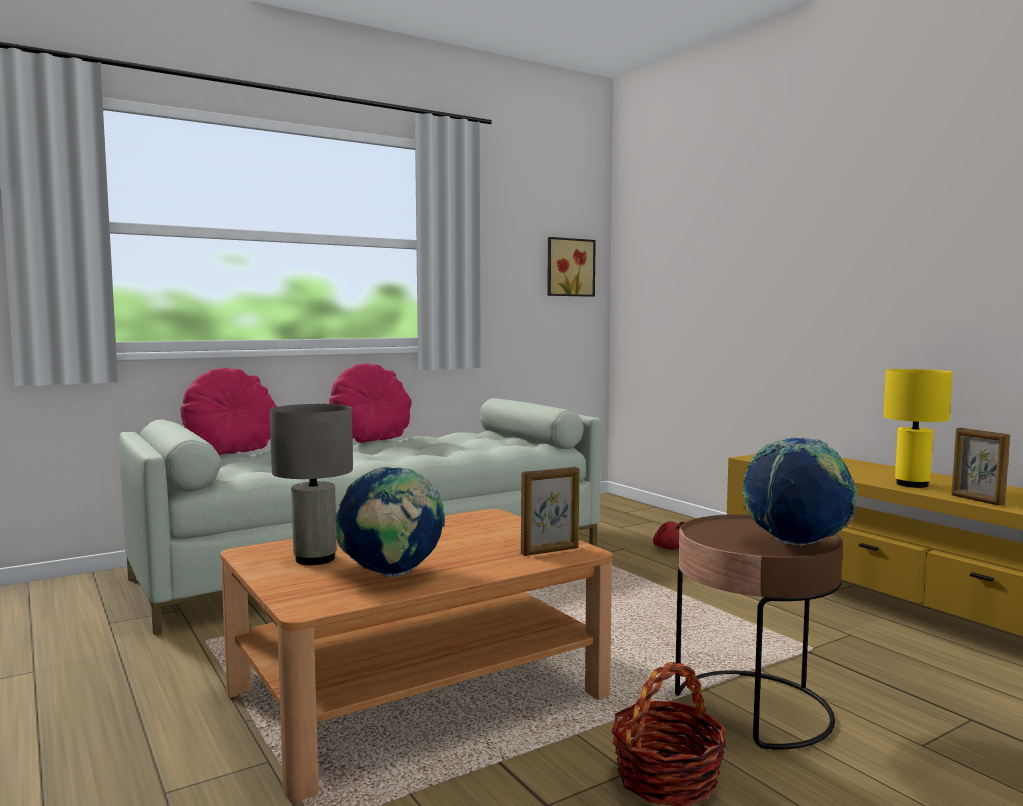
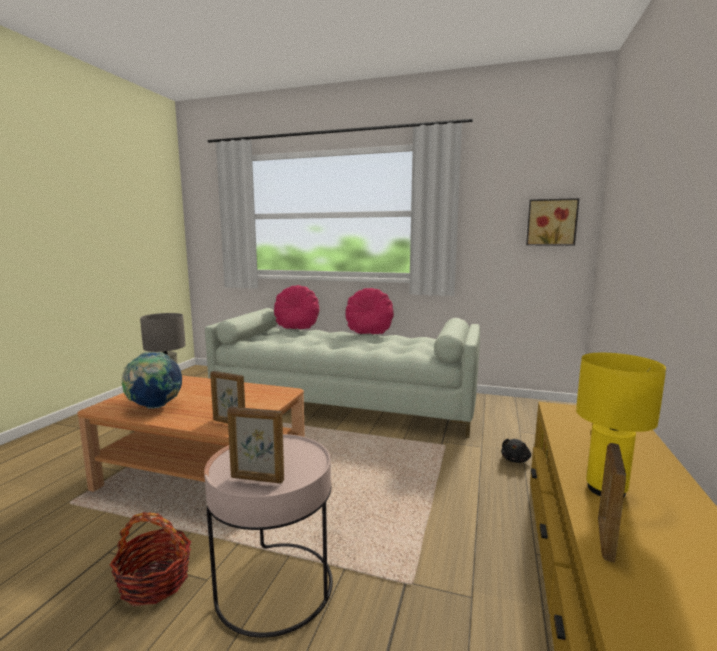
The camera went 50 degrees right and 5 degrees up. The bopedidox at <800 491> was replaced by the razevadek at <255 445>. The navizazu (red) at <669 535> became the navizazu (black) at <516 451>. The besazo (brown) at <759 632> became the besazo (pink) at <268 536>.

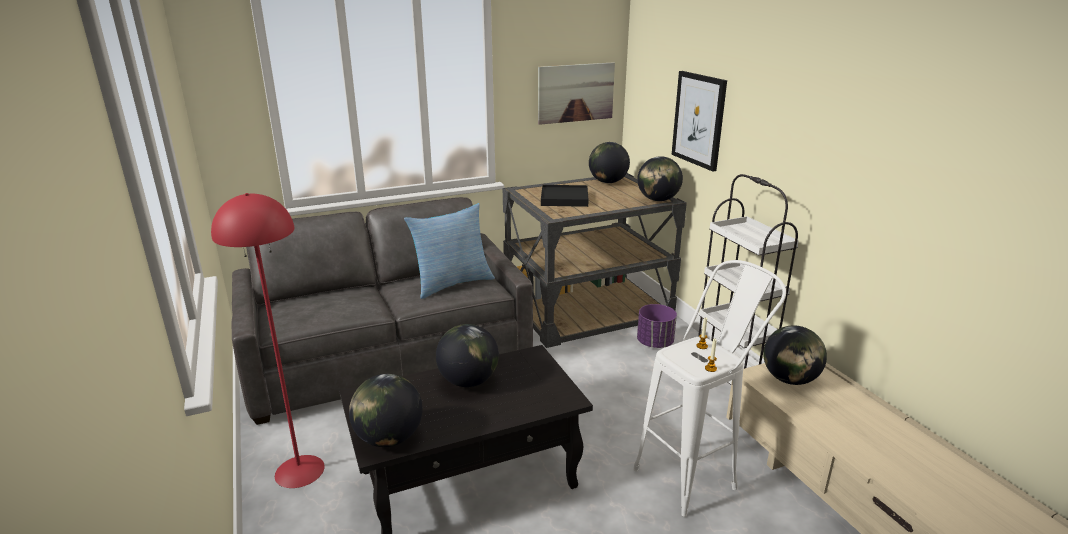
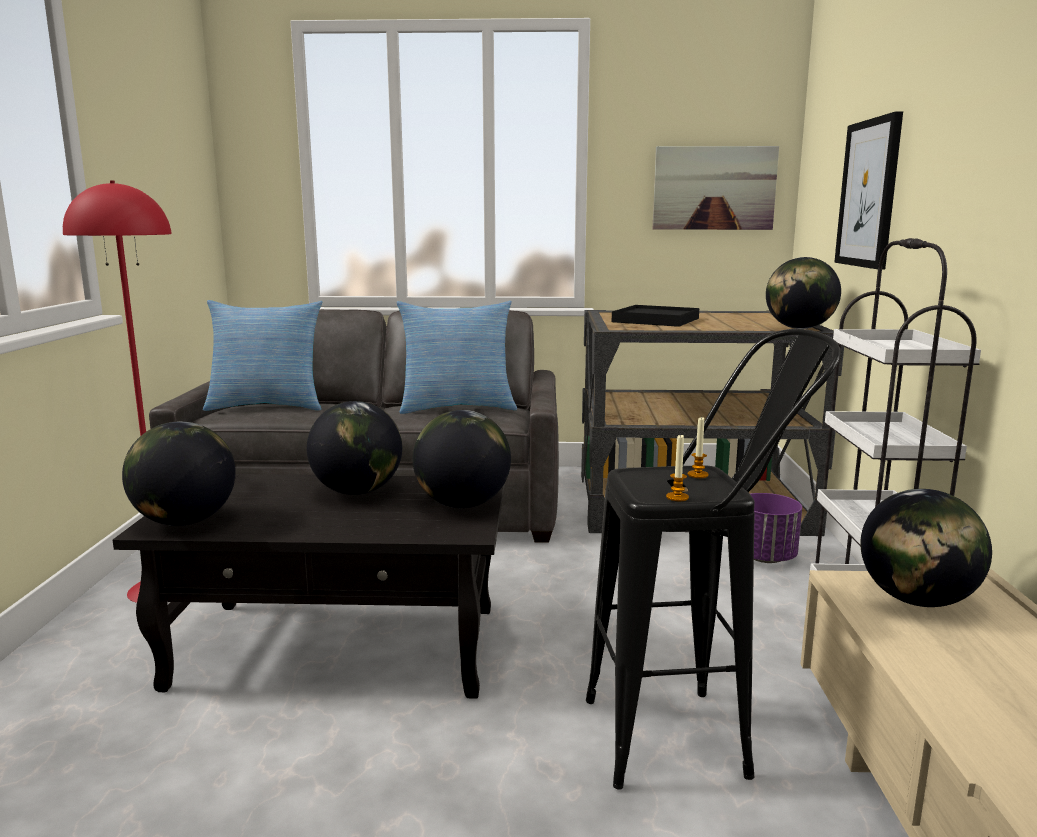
The camera went 25 degrees right and 10 degrees down. The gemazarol at <262 355> appeared. The bopedidox moved from <609 162> to <462 459>. The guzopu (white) at <709 388> became the guzopu (black) at <713 559>.

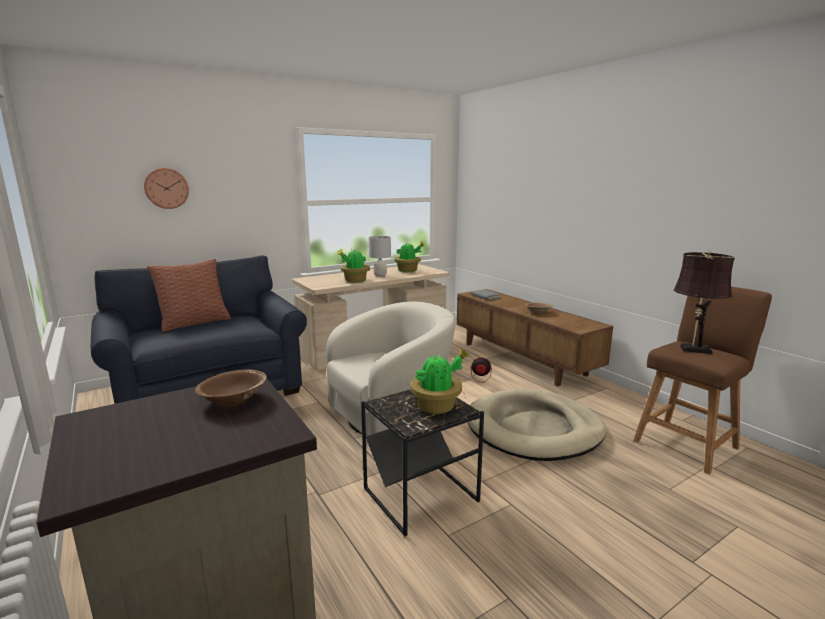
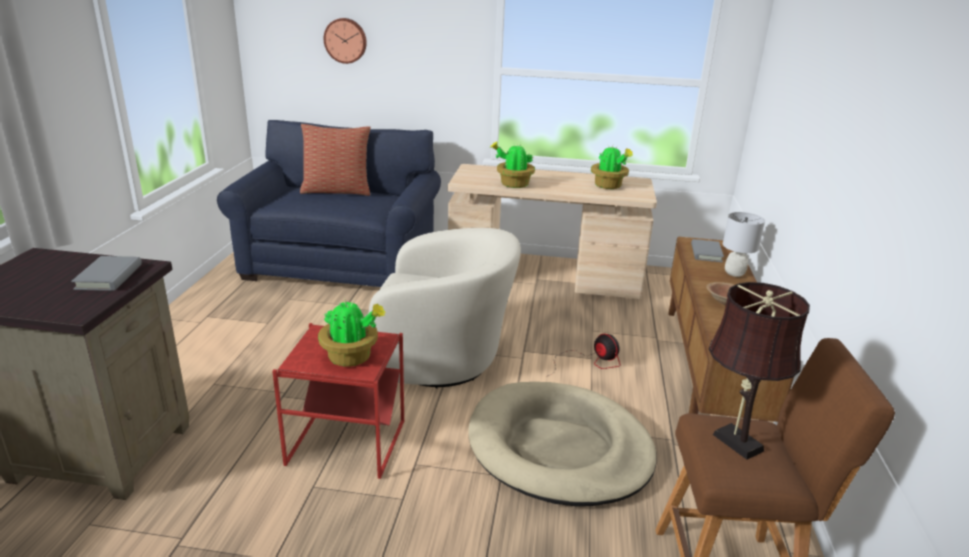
The camera went 40 degrees right and 10 degrees up. The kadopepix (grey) moved from <380 256> to <744 244>. The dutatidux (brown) at <231 387> was replaced by the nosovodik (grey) at <106 273>. The besazo (black) at <422 462> became the besazo (red) at <338 401>.

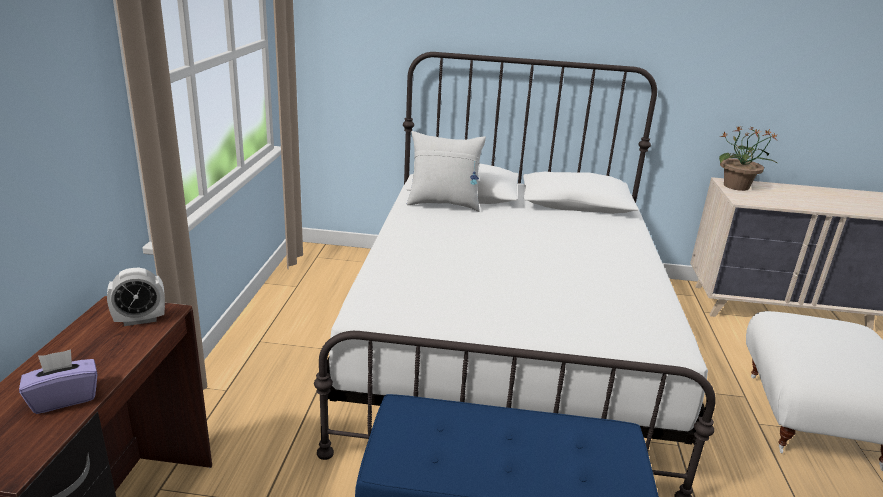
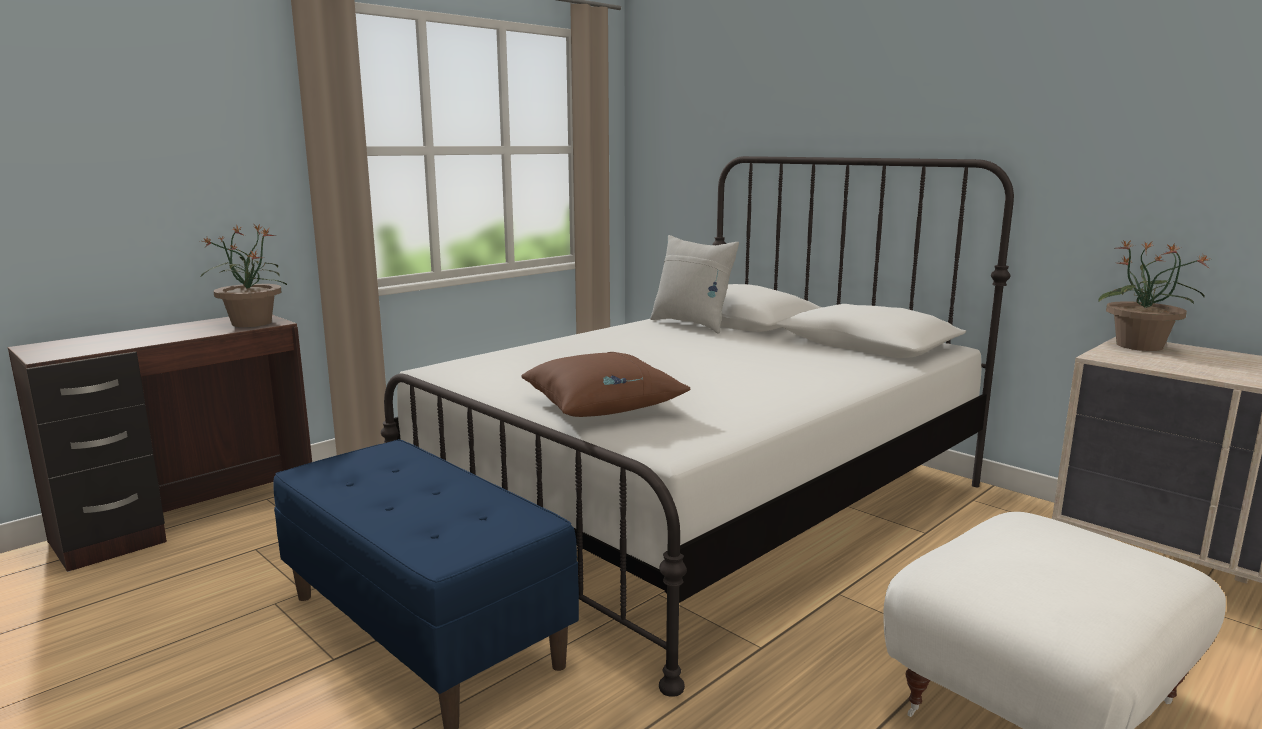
The camera went 40 degrees right and 10 degrees down. The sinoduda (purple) at <58 381> disappeared. The gemazarol (brown) at <605 384> appeared. The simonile at <136 296> was replaced by the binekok at <243 276>.

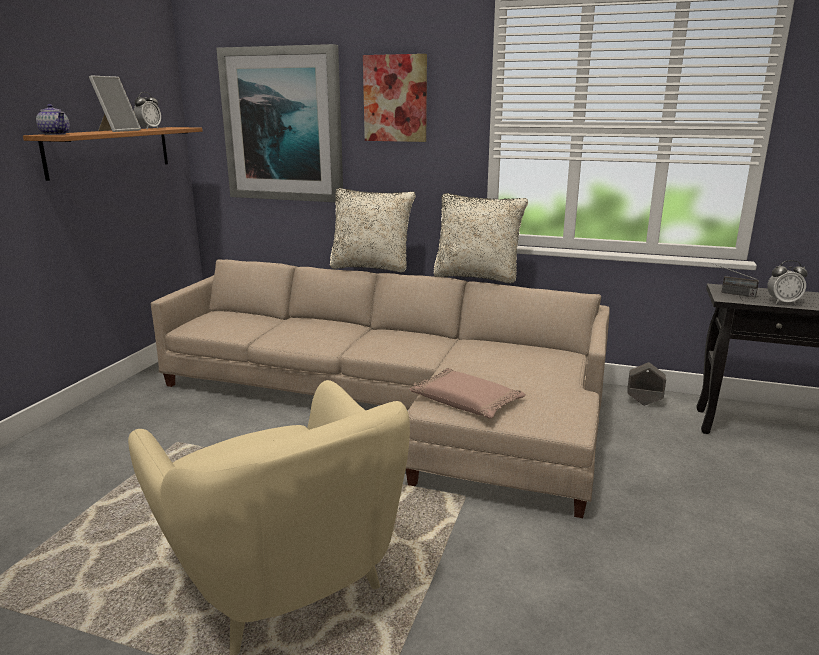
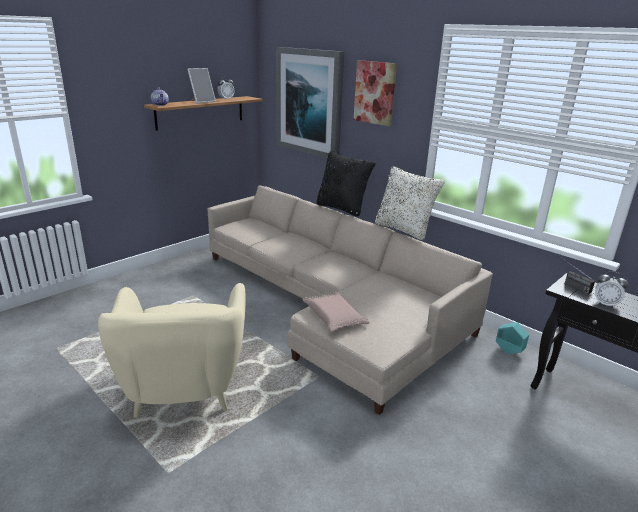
The camera went 25 degrees right and 5 degrees up. The gemazarol (beige) at <373 230> became the gemazarol (black) at <345 184>. The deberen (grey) at <647 384> became the deberen (turquoise) at <512 338>.

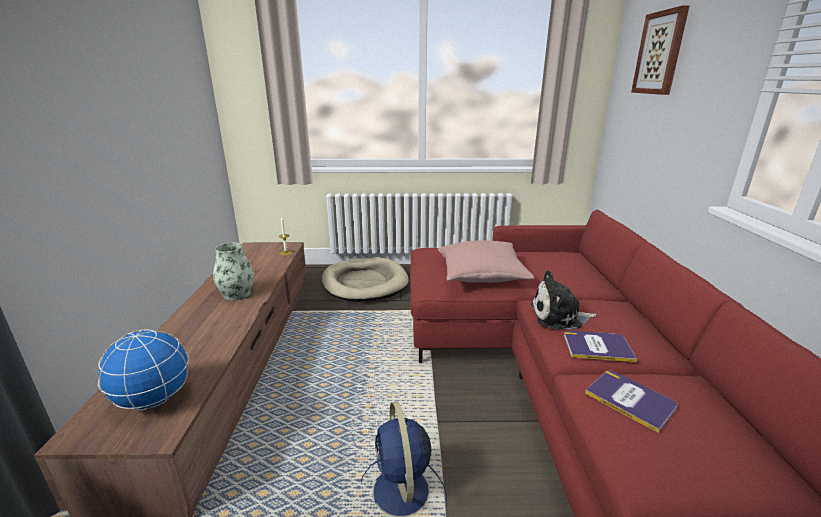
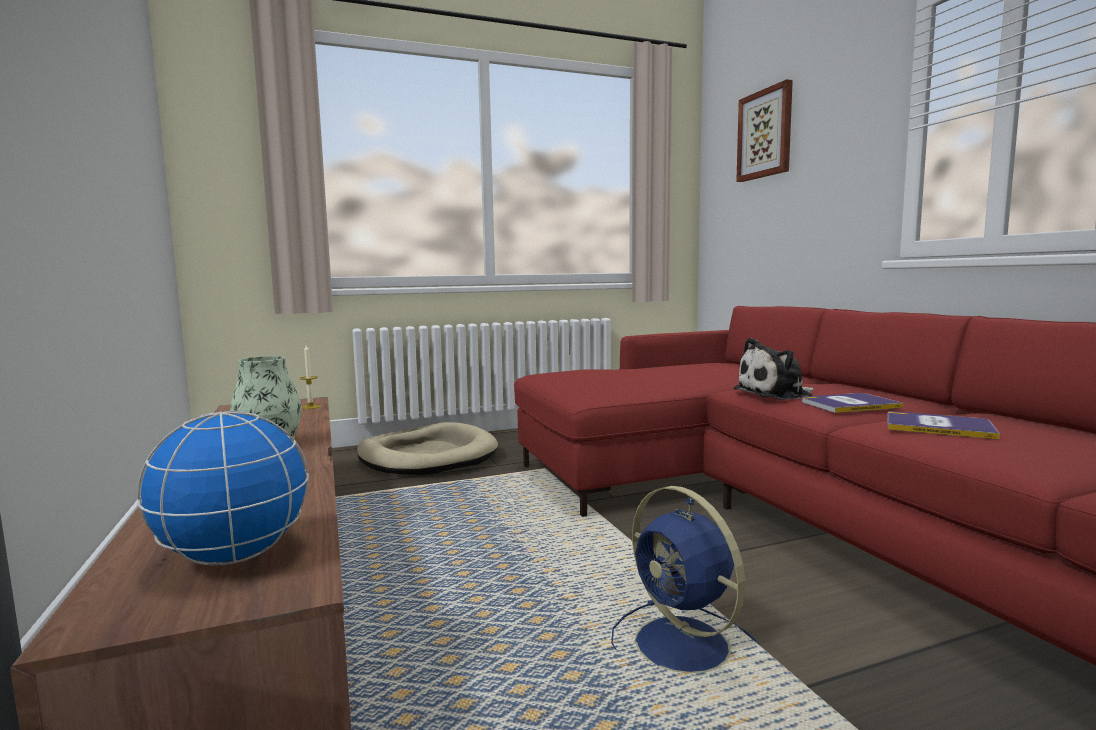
The camera went 20 degrees left and 15 degrees down. The gemazarol (pink) at <486 261> disappeared.

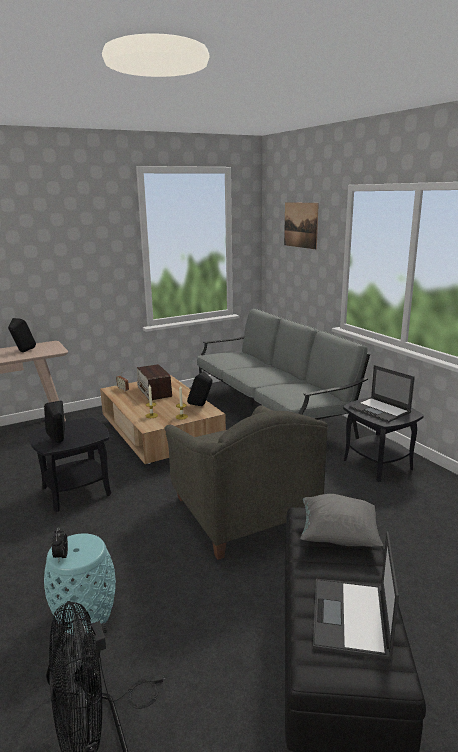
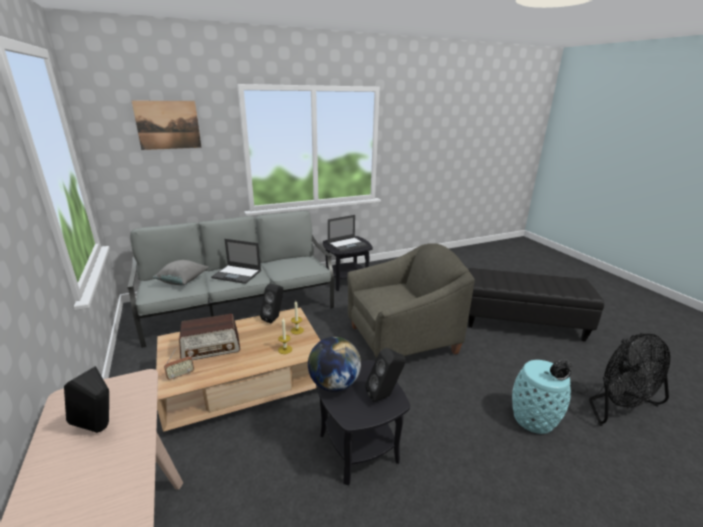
The camera went 85 degrees left and 5 degrees up. The bopedidox at <334 364> appeared. The gemazarol (grey) moved from <341 520> to <181 272>. The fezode moved from <356 596> to <236 261>.

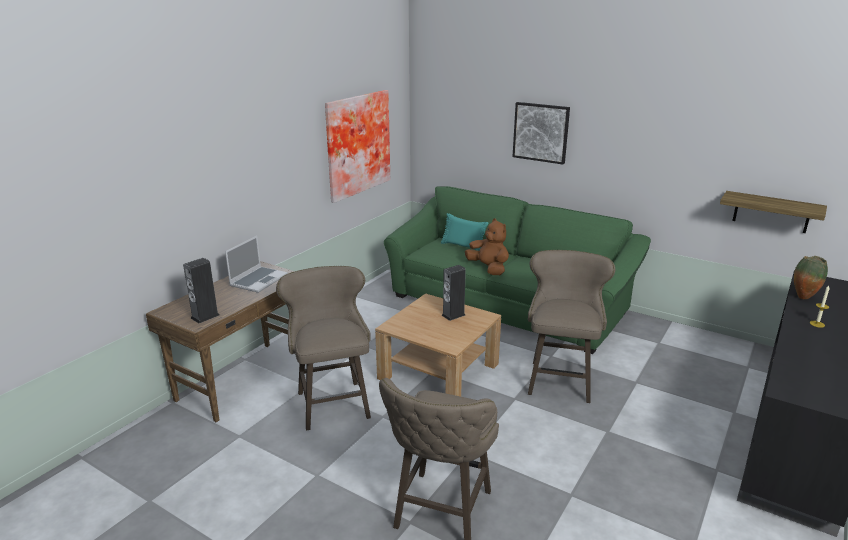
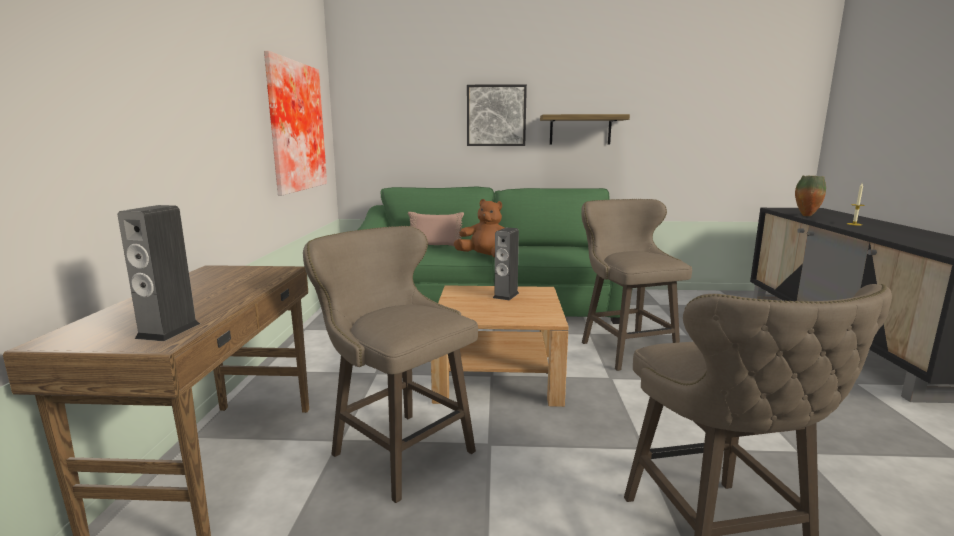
The camera went 30 degrees left and 10 degrees down. The fezode at <256 264> disappeared. The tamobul moved from <773 212> to <585 129>. The gemazarol (turquoise) at <464 232> became the gemazarol (beige) at <436 229>.

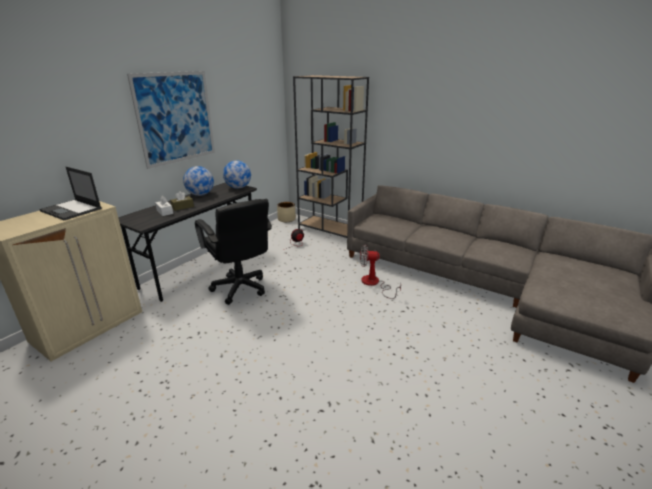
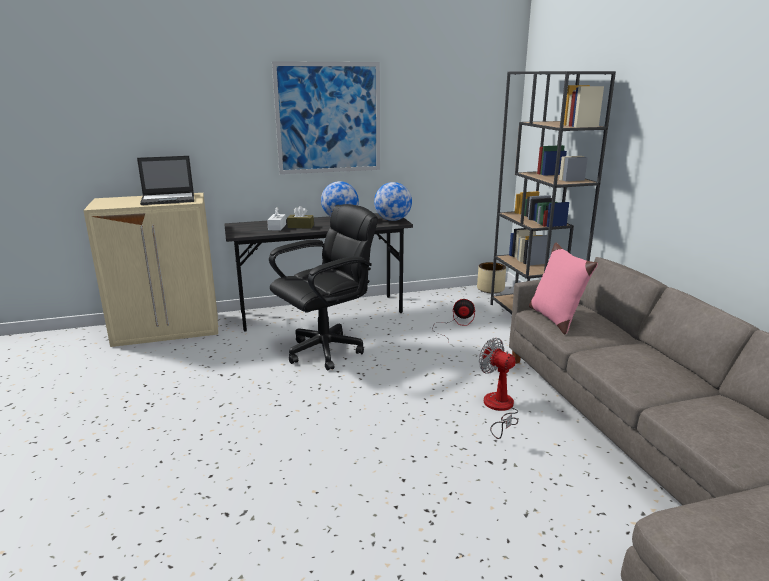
The camera went 40 degrees right and 5 degrees down. The gemazarol (pink) at <563 288> appeared. The fezode at <70 193> turned 90 degrees counterclockwise. The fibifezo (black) at <233 251> turned 135 degrees counterclockwise.

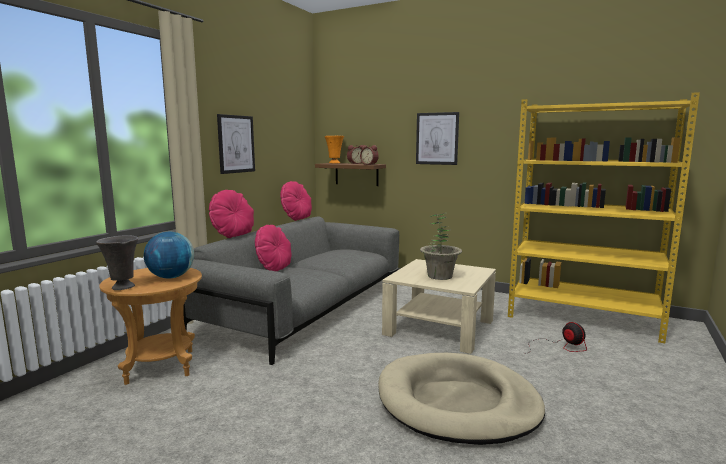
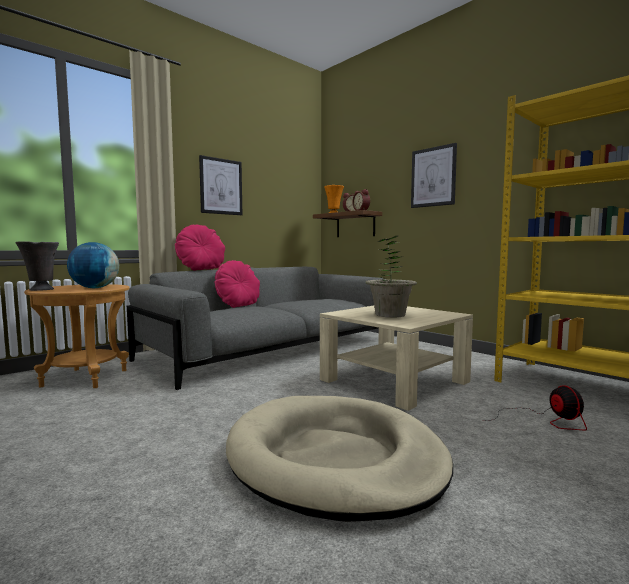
The camera went 20 degrees right and 5 degrees down. The gemazarol (pink) at <296 201> disappeared.

